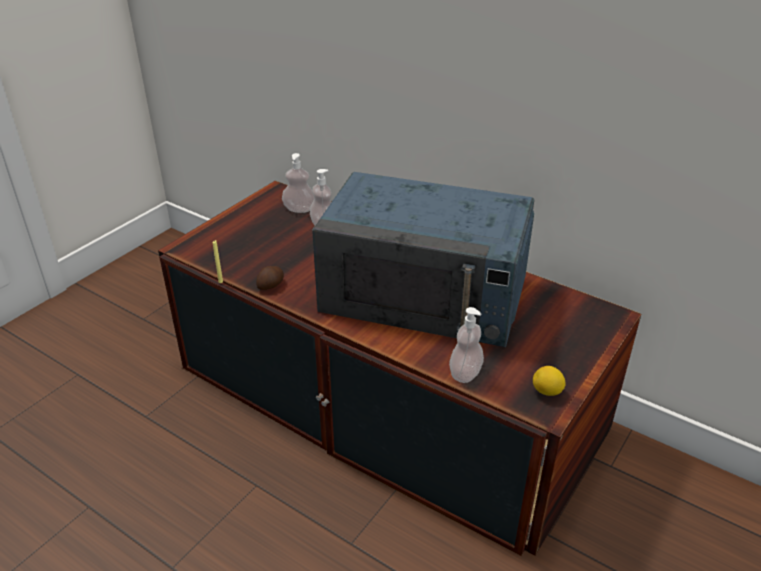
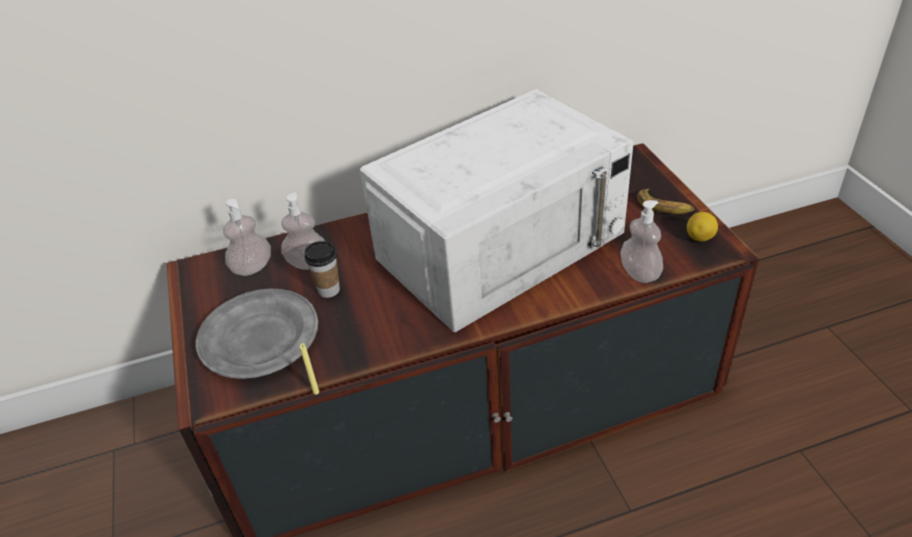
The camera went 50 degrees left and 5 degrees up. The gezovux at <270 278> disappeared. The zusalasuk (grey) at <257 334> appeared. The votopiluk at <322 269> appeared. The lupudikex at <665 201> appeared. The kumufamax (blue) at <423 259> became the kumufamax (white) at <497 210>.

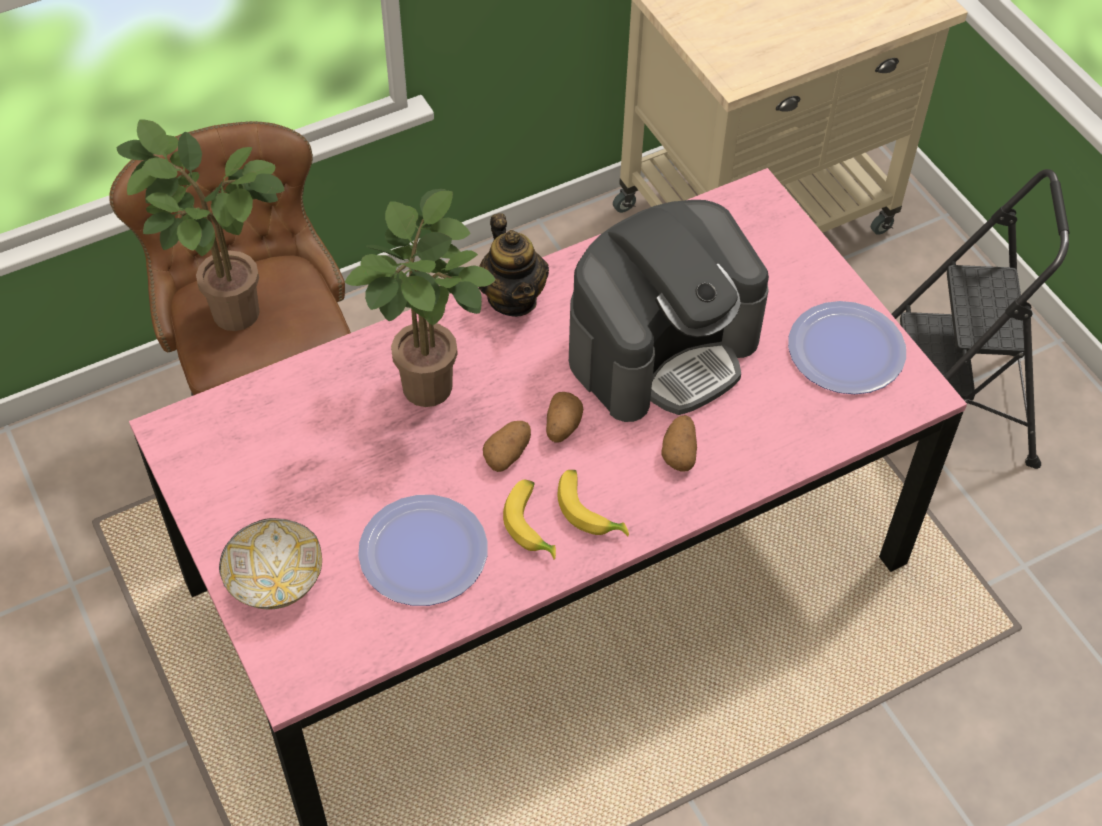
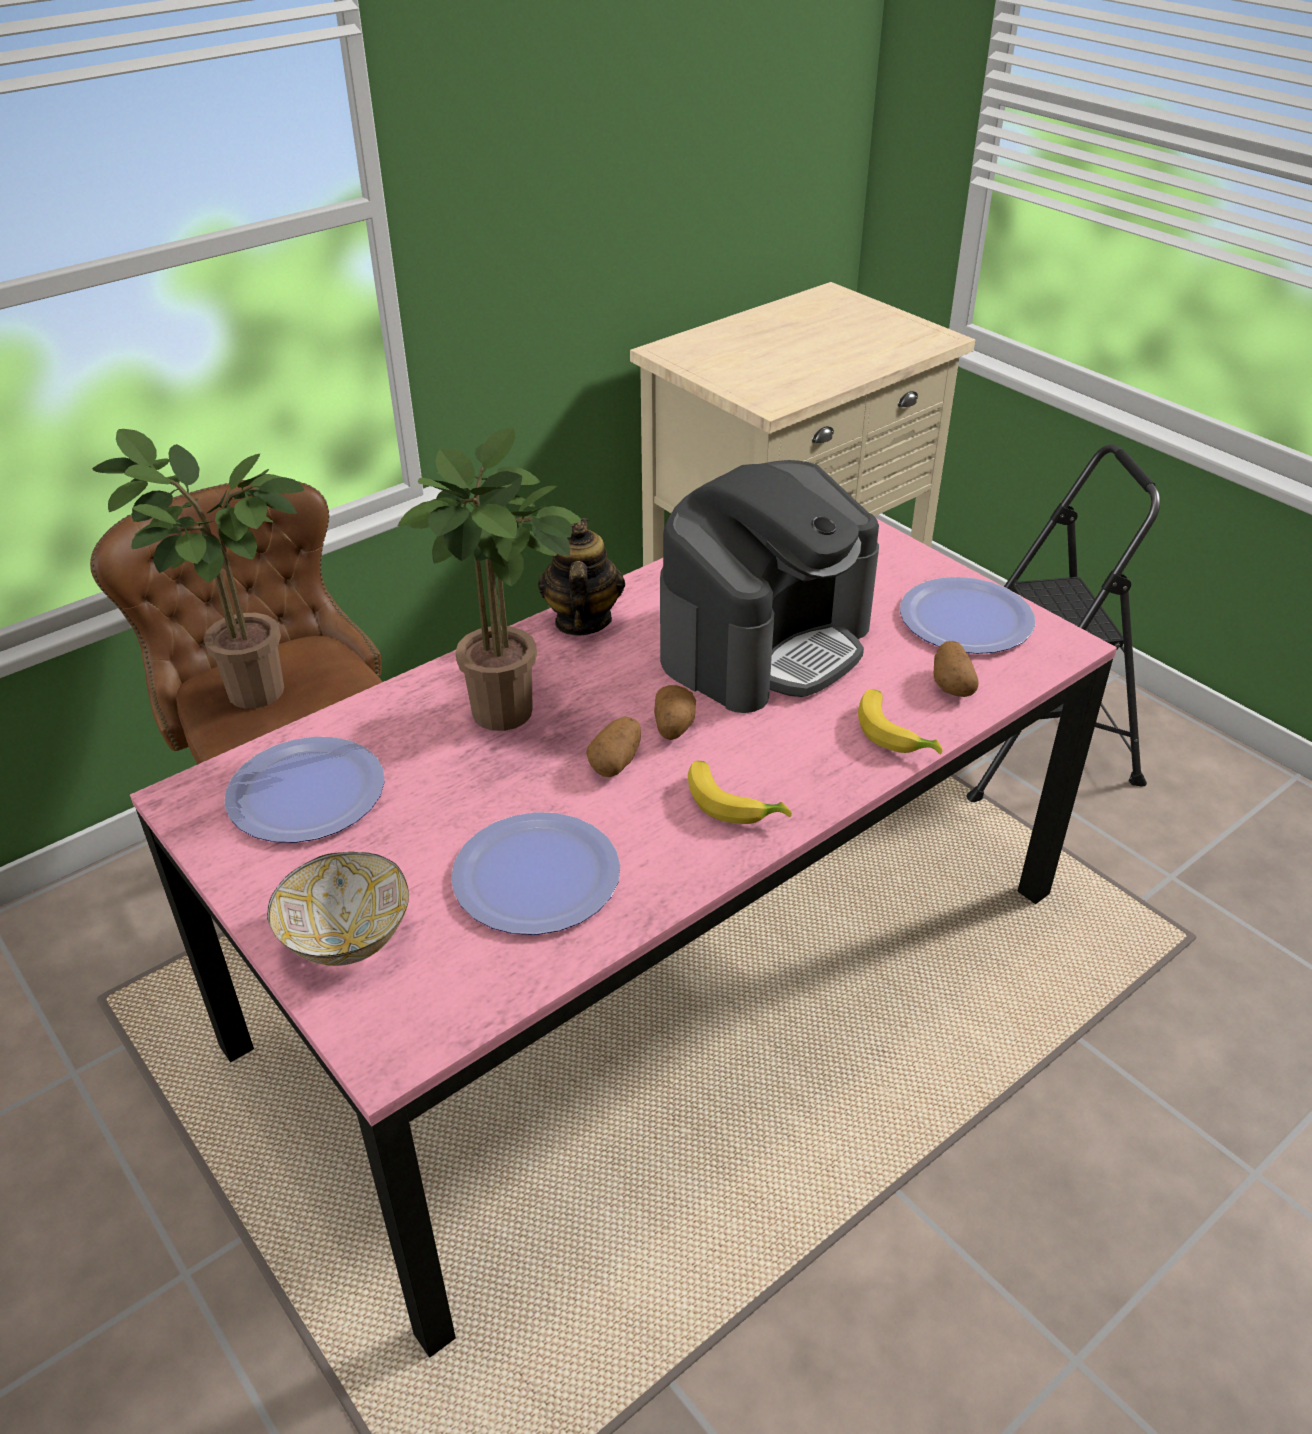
The camera went 10 degrees left and 15 degrees down. The zusalasuk at <305 790> appeared. The lupudikex moved from <529 520> to <900 721>. The gezovux moved from <679 443> to <956 669>. The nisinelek at <514 265> turned 150 degrees counterclockwise.

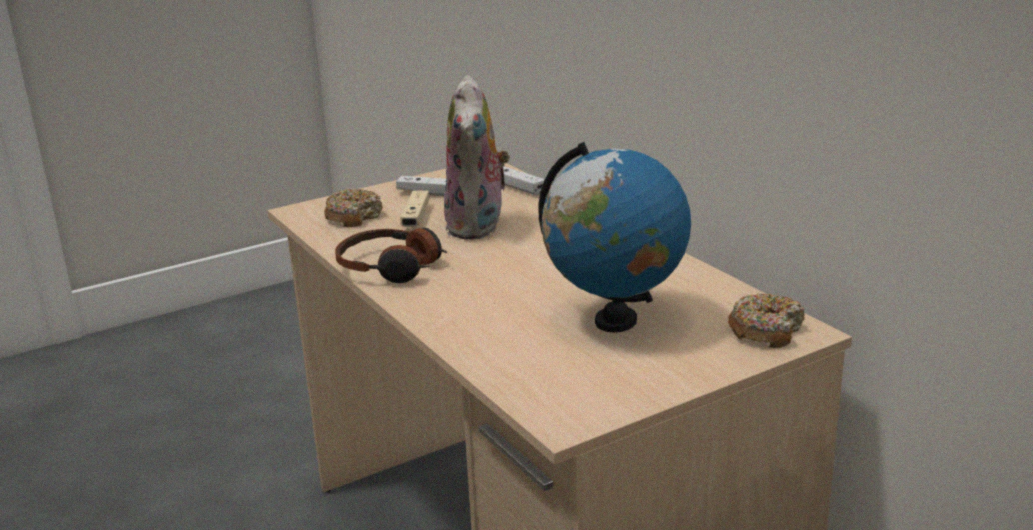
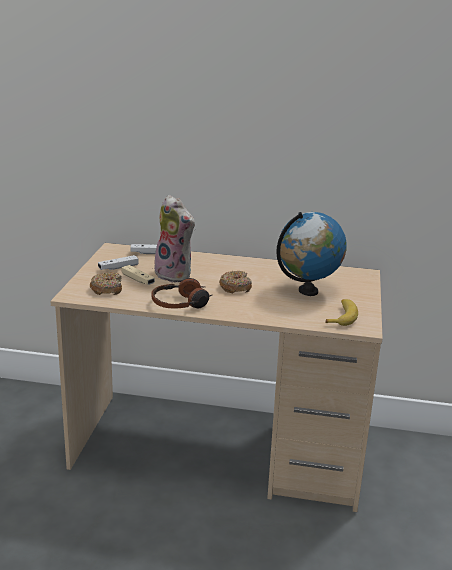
The camera went 50 degrees left and 0 degrees up. The lupudikex at <341 312> appeared. The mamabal moved from <766 320> to <235 281>.

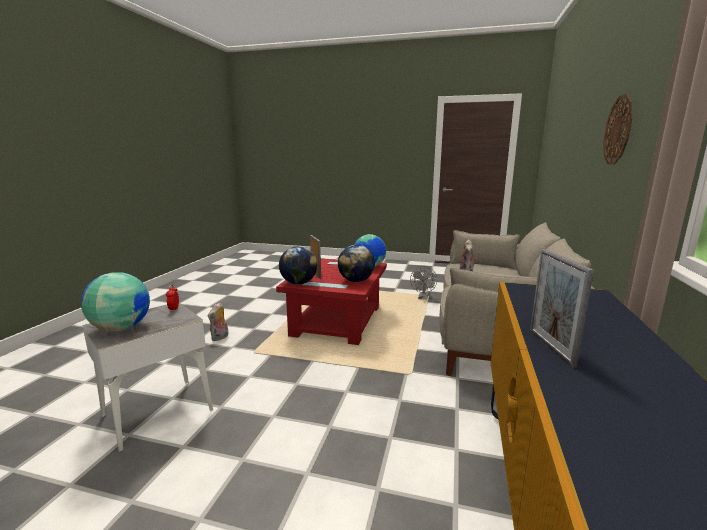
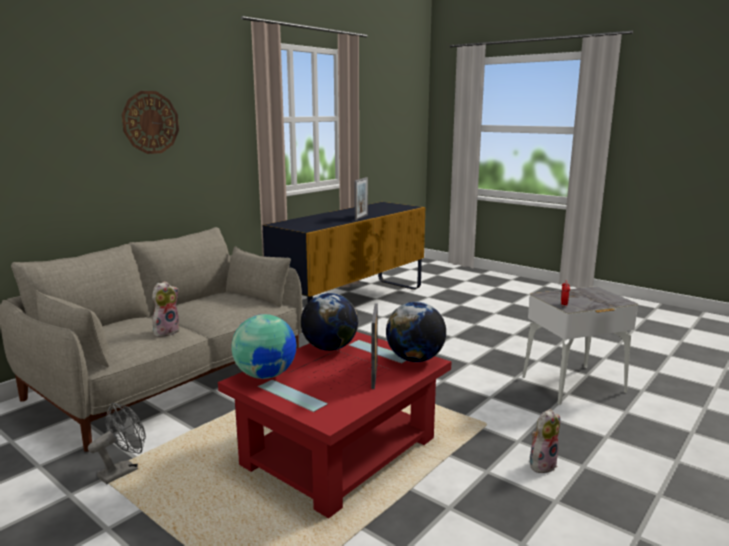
The camera went 155 degrees left and 0 degrees up. The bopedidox at <115 301> disappeared.

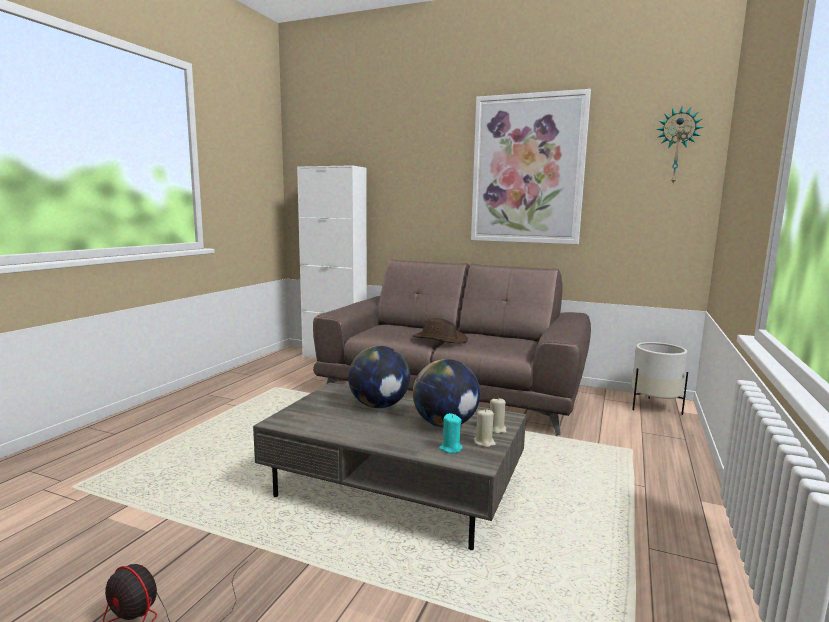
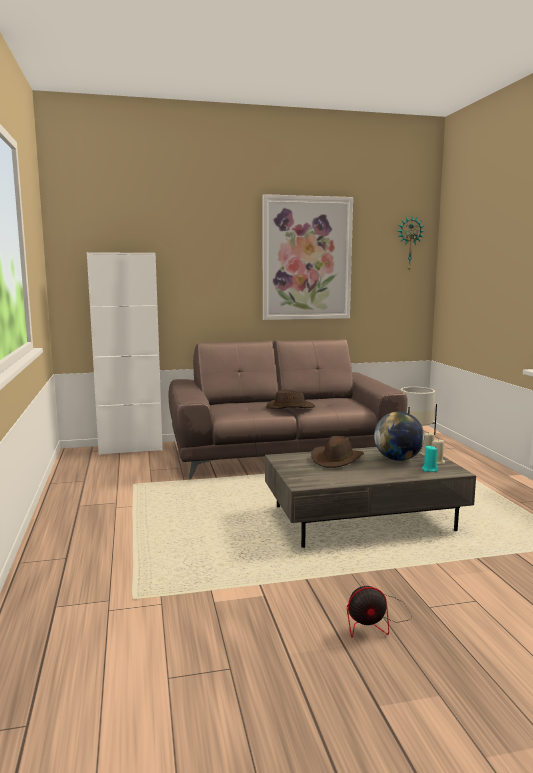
The camera went 35 degrees left and 0 degrees up. The bopedidox at <379 377> was replaced by the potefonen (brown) at <337 452>.

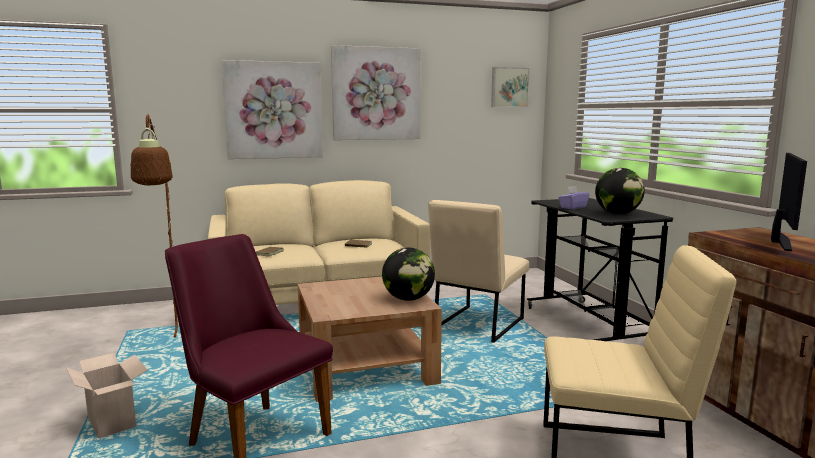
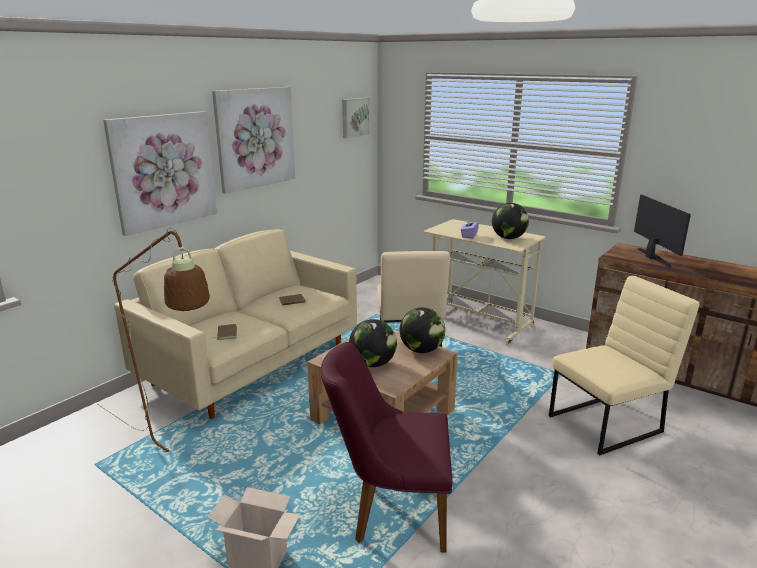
The camera went 35 degrees left and 10 degrees up. The bopedidox at <373 343> appeared. The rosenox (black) at <600 269> became the rosenox (beige) at <484 282>.

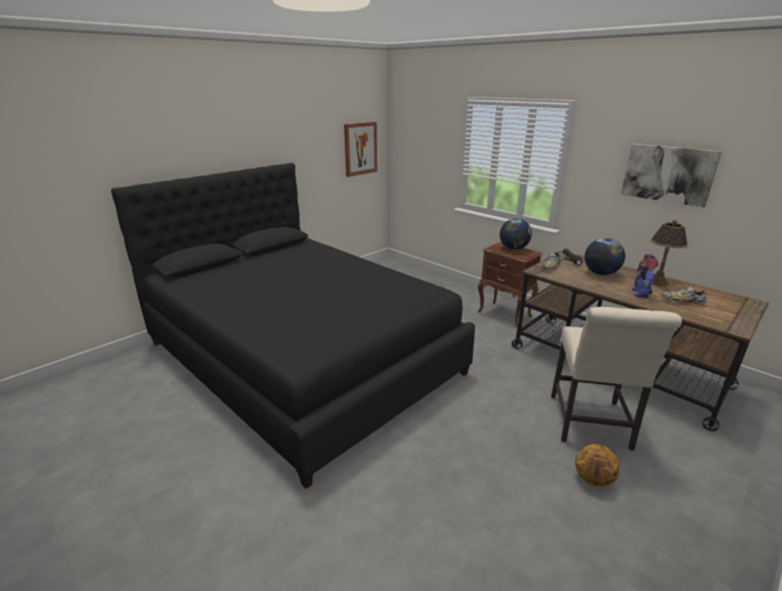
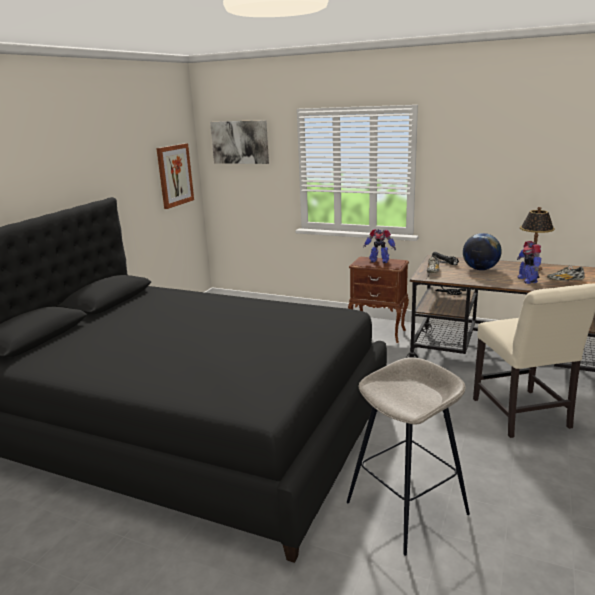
The camera went 20 degrees left and 5 degrees down. The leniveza at <597 465> disappeared. The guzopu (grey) at <408 456> appeared. The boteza moved from <671 175> to <239 142>. The bopedidox at <516 234> was replaced by the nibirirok at <379 246>.

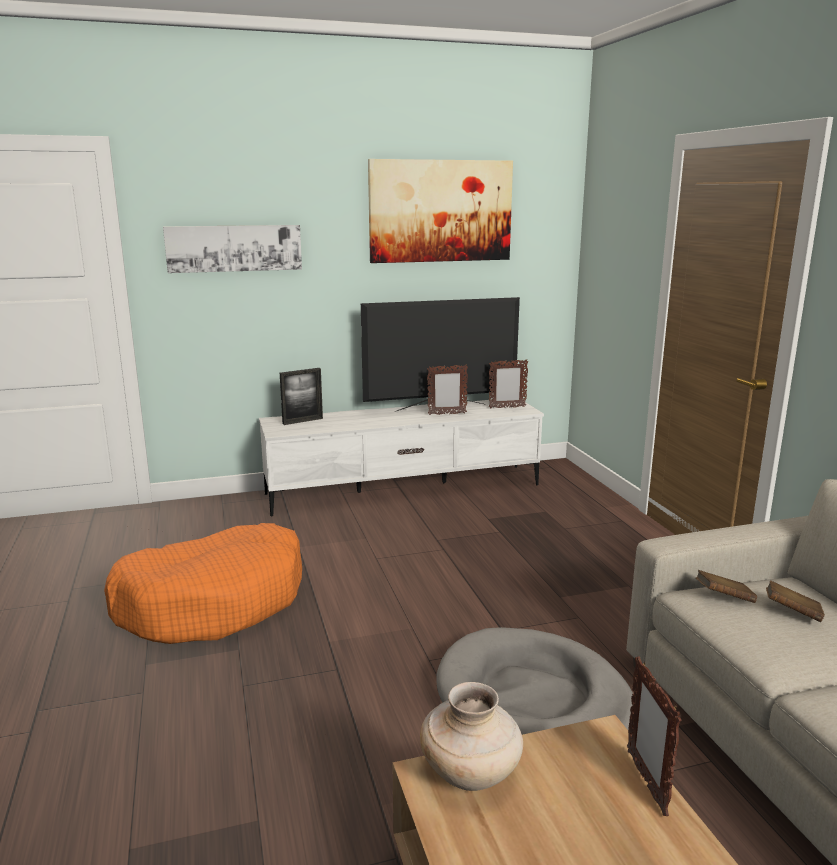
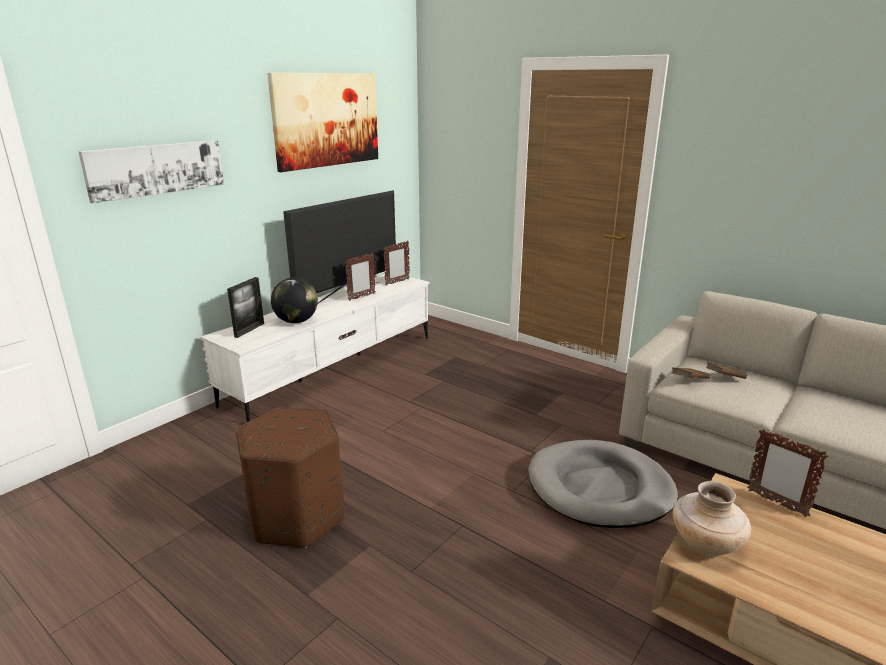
The camera went 35 degrees left and 5 degrees up. The bopedidox at <294 300> appeared. The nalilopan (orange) at <203 583> was replaced by the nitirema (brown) at <290 477>.

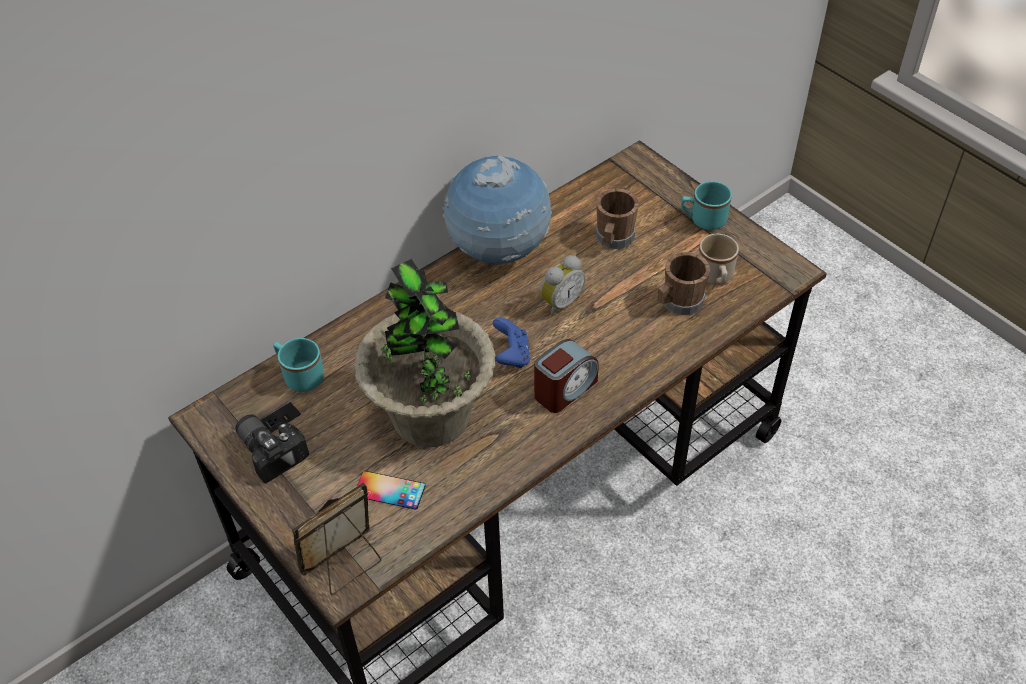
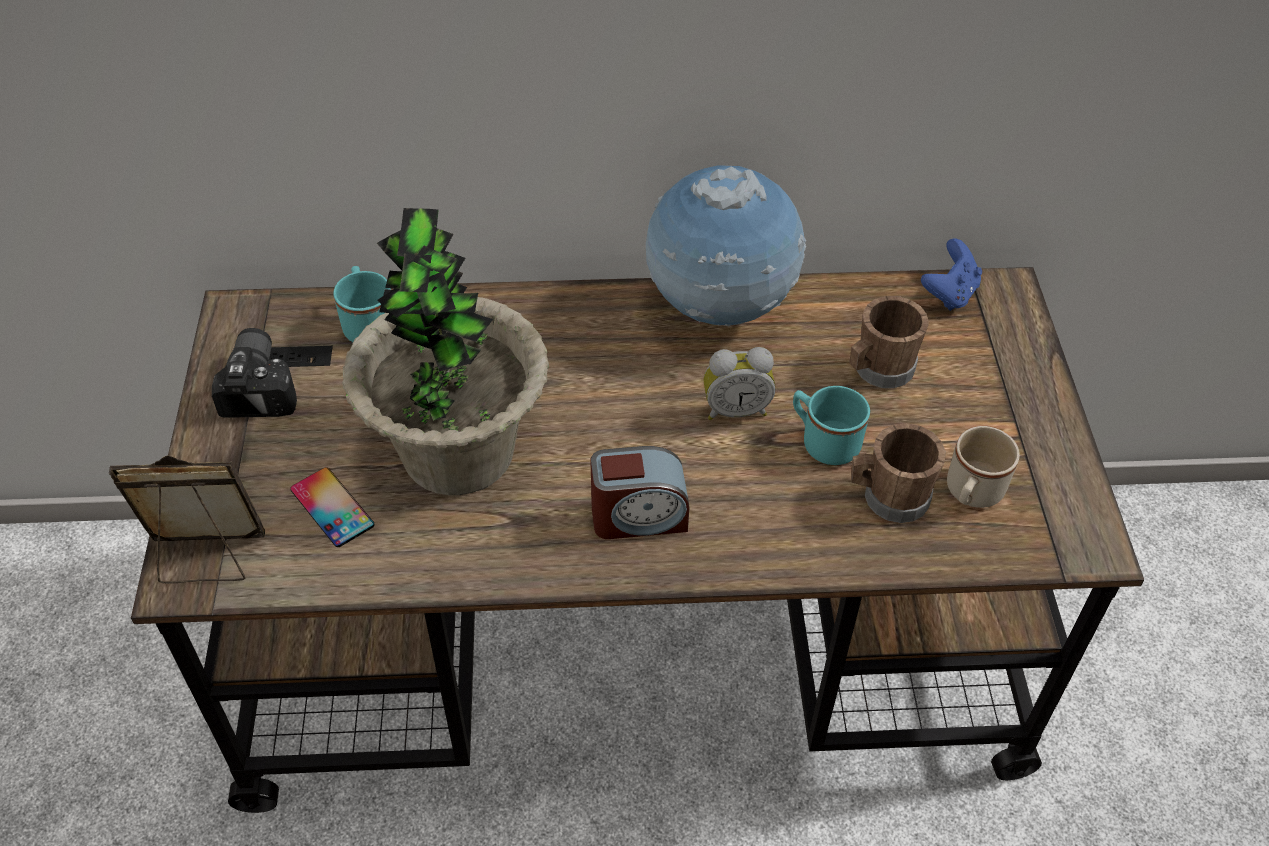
The camera went 35 degrees right and 0 degrees up. The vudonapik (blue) moved from <511 342> to <951 275>. The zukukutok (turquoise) moved from <706 205> to <831 425>.

